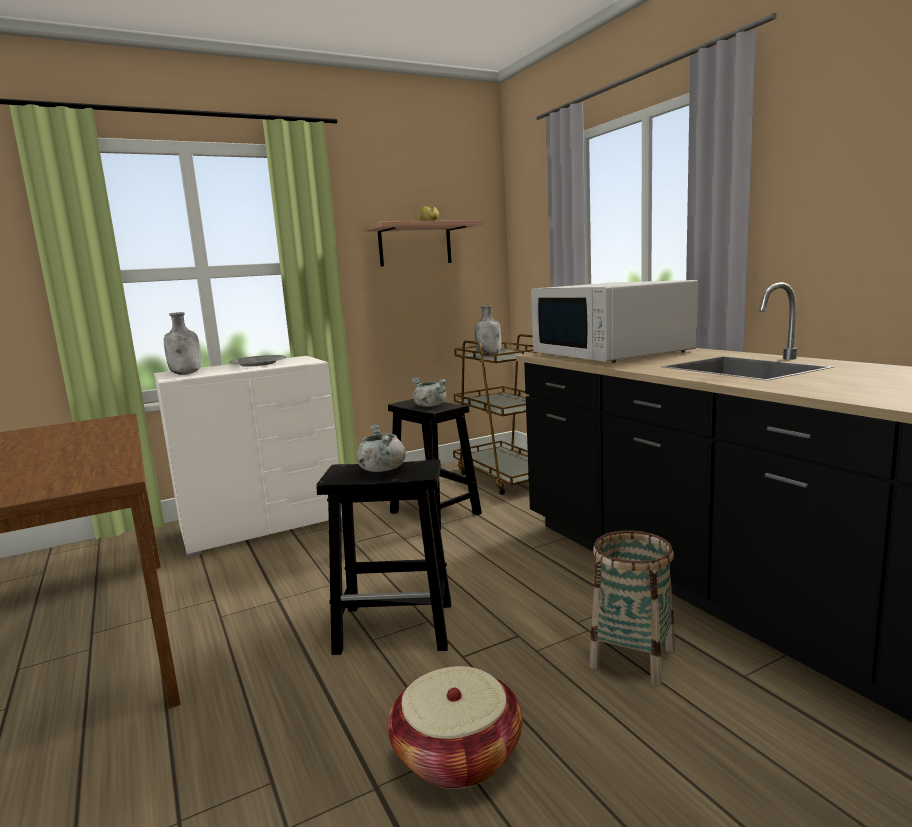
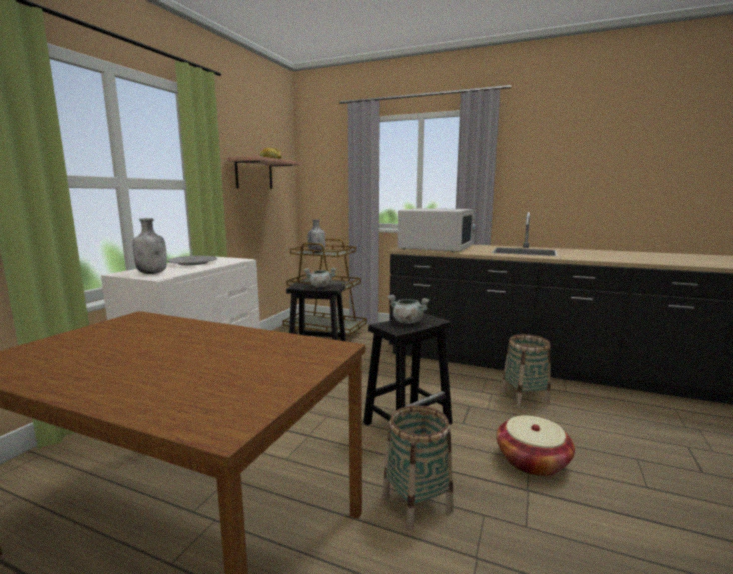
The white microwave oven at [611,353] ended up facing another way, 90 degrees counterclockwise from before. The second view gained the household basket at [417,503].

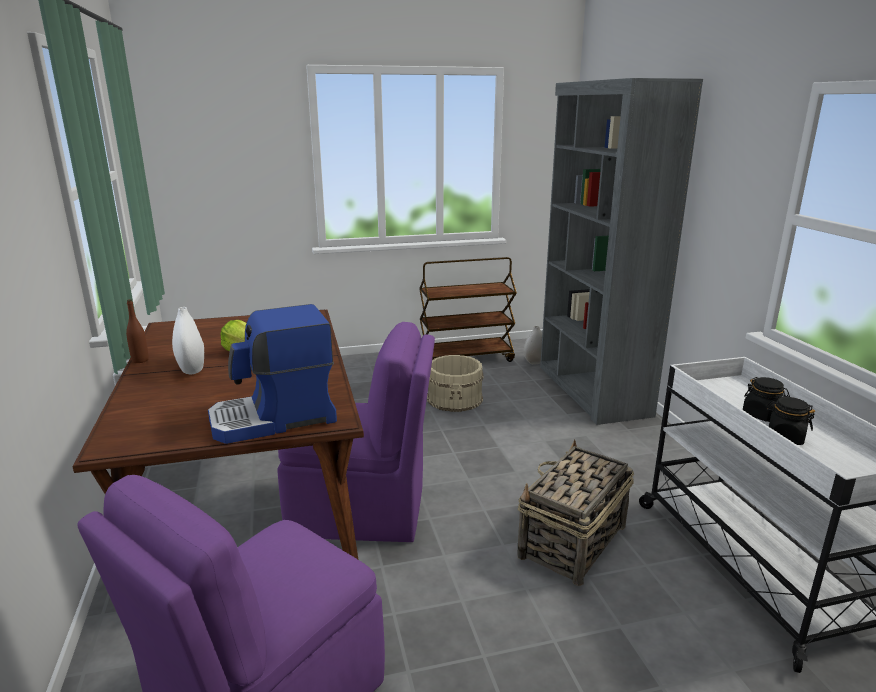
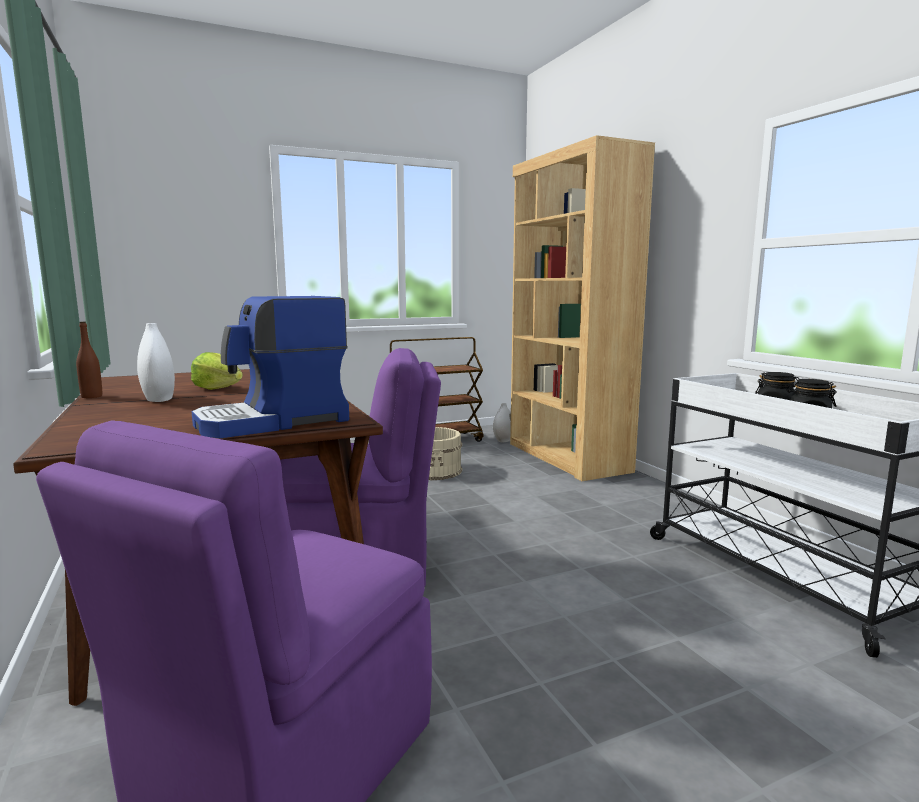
What was the gray bookcase at [592,390] turned into the brownish bookcase at [566,457]. The second view lost the household basket at [572,542].

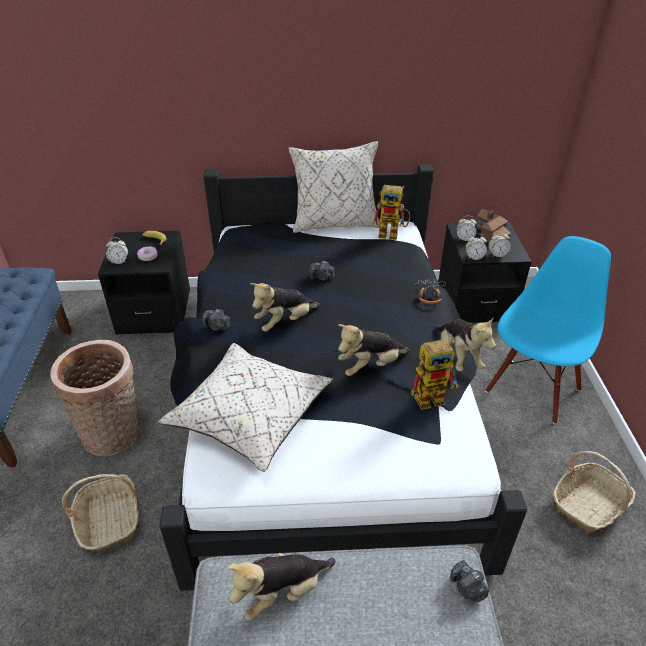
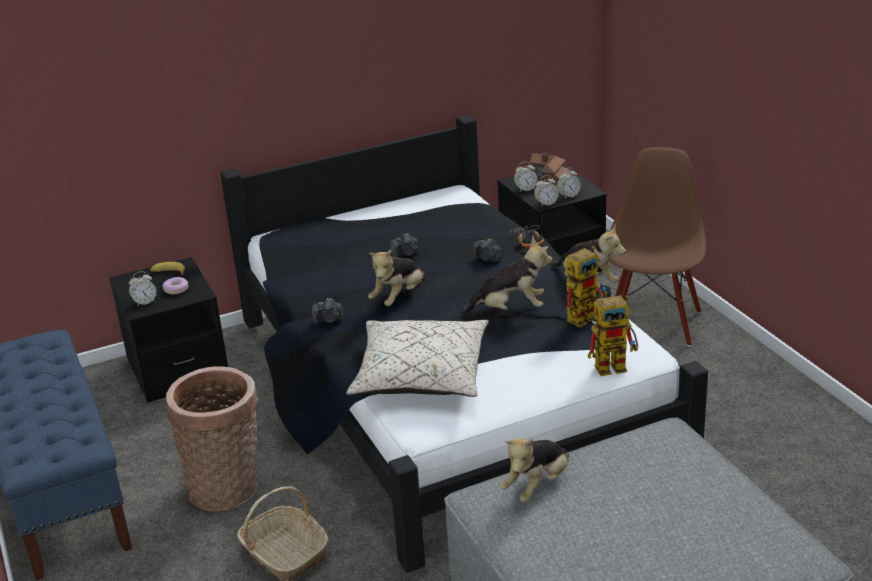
The second view lost the beige cushion at [334,223]. The model robot ended up elsewhere, having gone from [393,234] to [616,365]. What was the blue upright chair at [531,388] turned into the brownish upright chair at [652,324]. The cuddly toy at [370,366] ended up facing another way, 135 degrees counterclockwise from before. The second view lost the household basket at [589,504]. The still camera ended up elsewhere, having gone from [467,588] to [487,259].

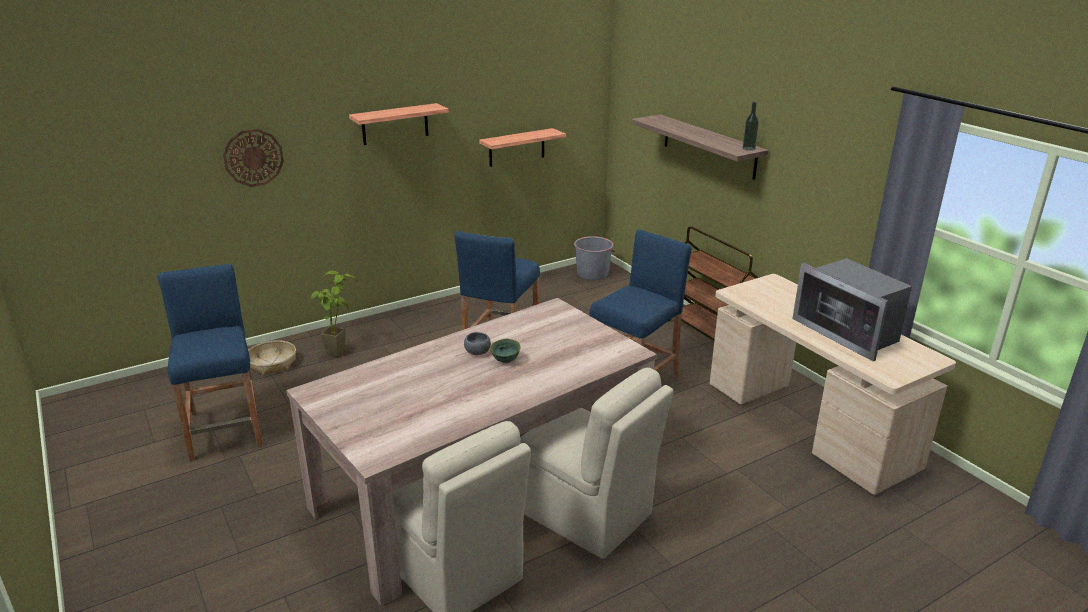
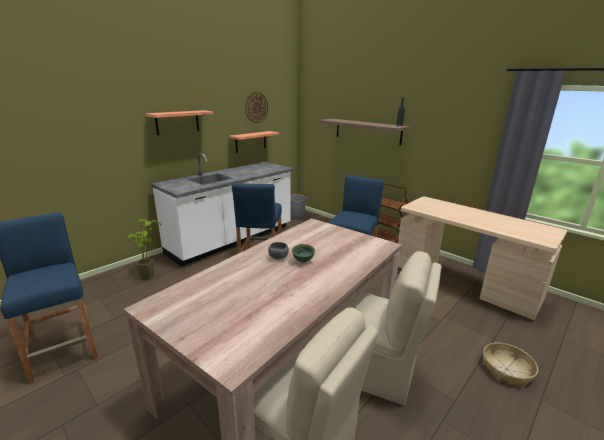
The clock on the wall ended up elsewhere, having gone from [253,157] to [256,107]. The second view lost the microwave oven at [848,332]. The household basket ended up elsewhere, having gone from [272,363] to [507,369]. The second view gained the white kitchen base unit at [233,240].

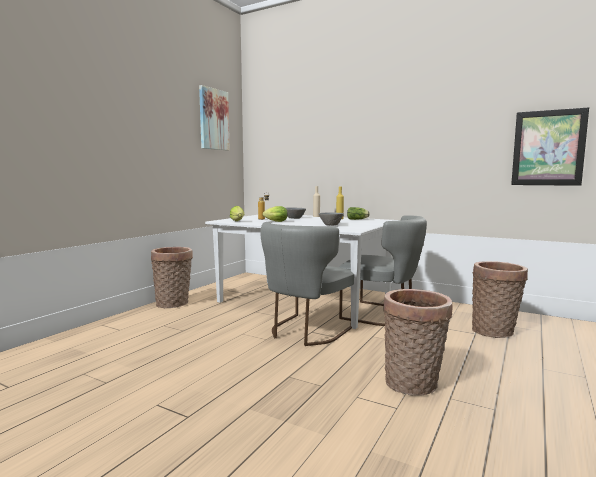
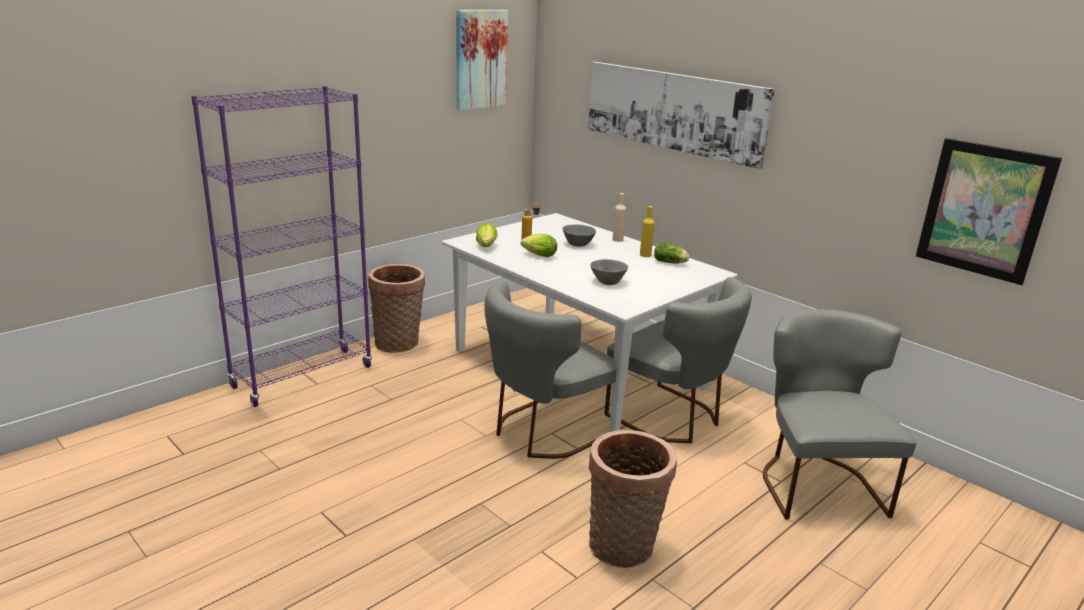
Where the household basket stood at [495,331], the gray upright chair came to stand at [815,483]. The second view gained the wall picture at [673,111]. The second view gained the purple-coloured bookcase at [303,377].

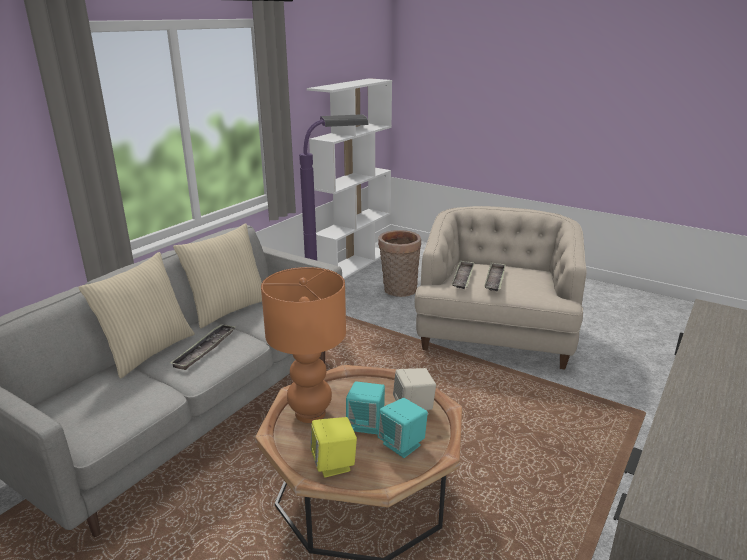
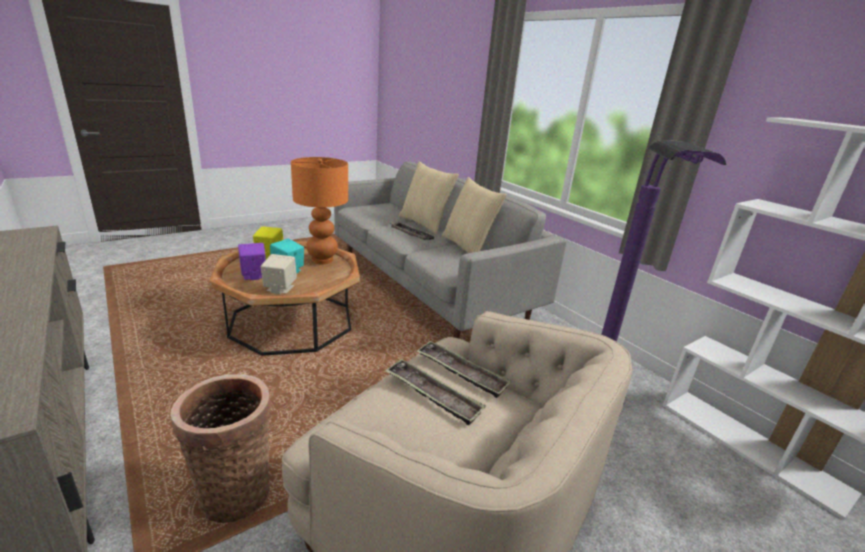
The household basket ended up elsewhere, having gone from [398,291] to [235,491]. What was the turquoise-coloured audio speaker at [402,444] turned into the purple-coloured audio speaker at [254,275].

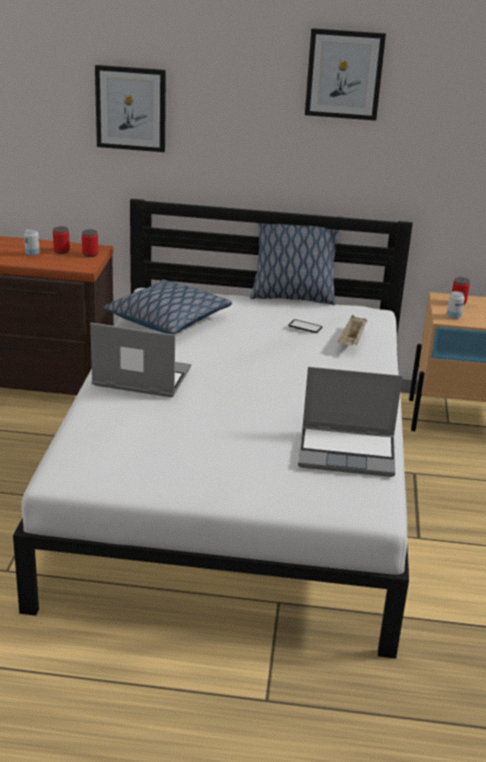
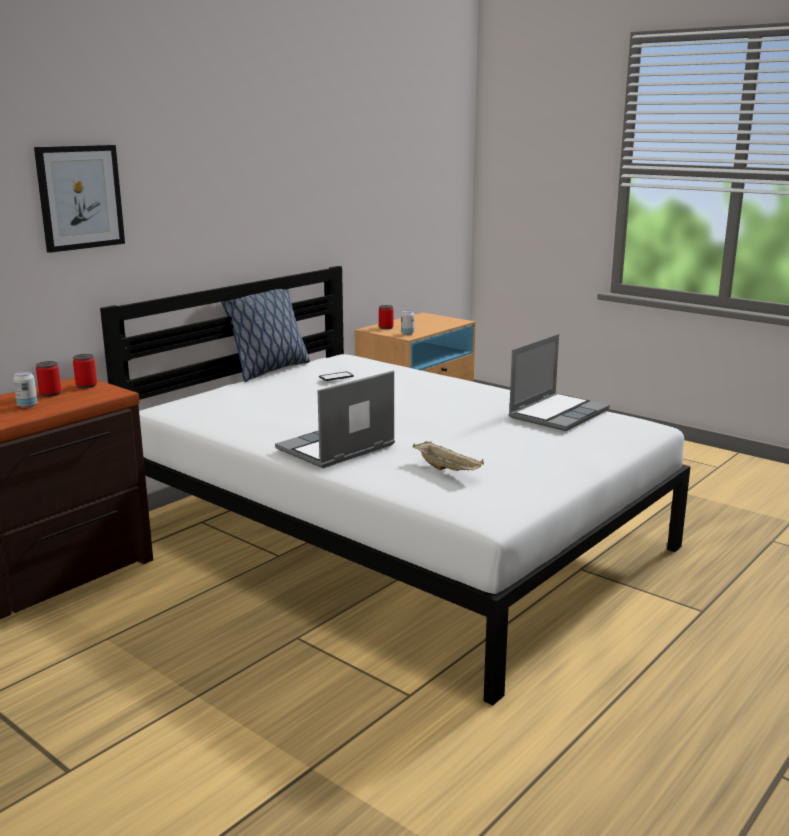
The second view lost the wall picture at [344,74]. The second view lost the cushion at [167,319]. The beige carrying tray ended up elsewhere, having gone from [352,341] to [448,470].

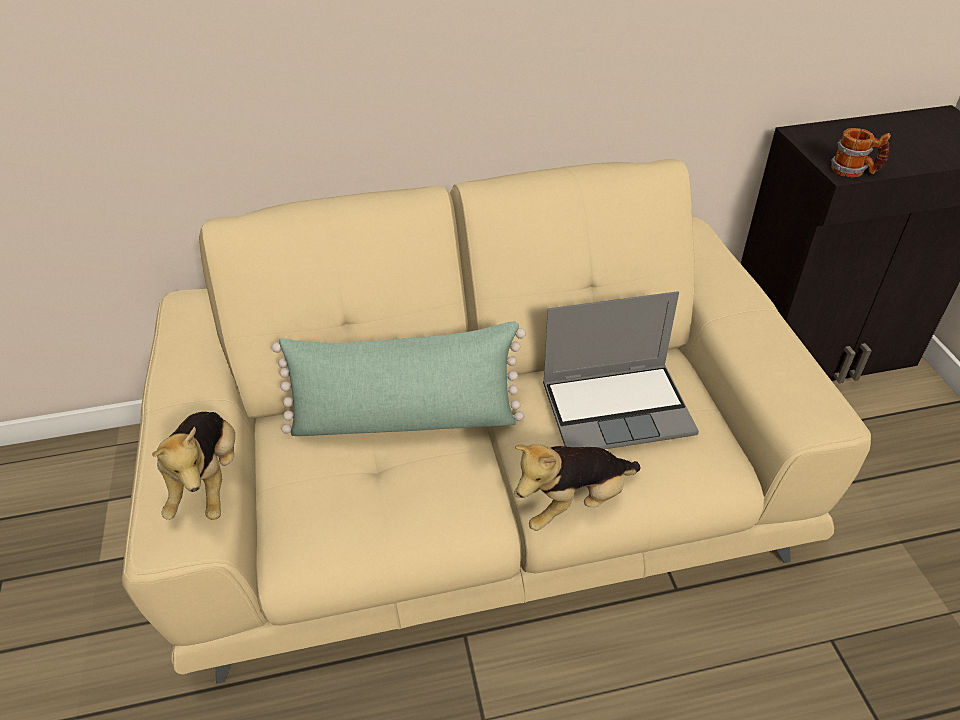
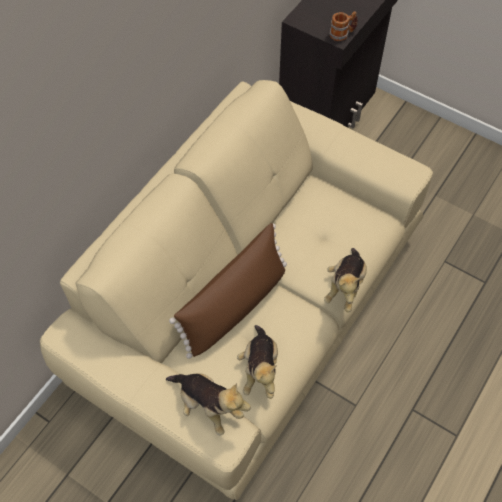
The second view lost the portable computer at [618,408]. What was the green cushion at [405,420] turned into the brownish cushion at [235,306]. The second view gained the cuddly toy at [260,370].

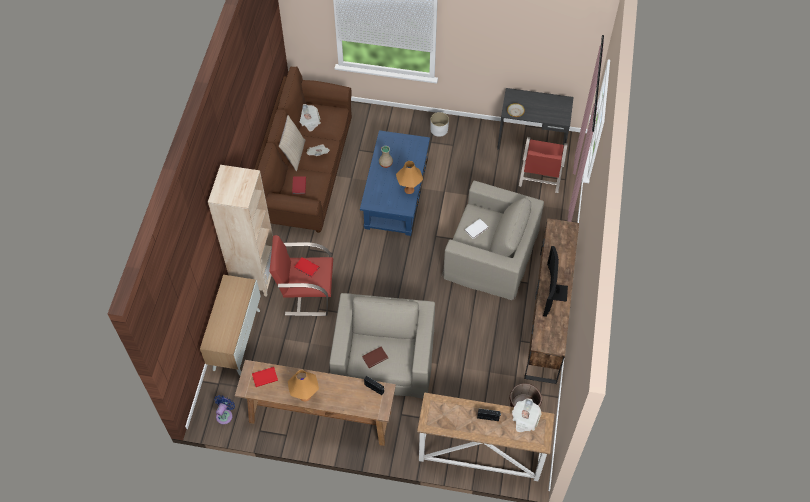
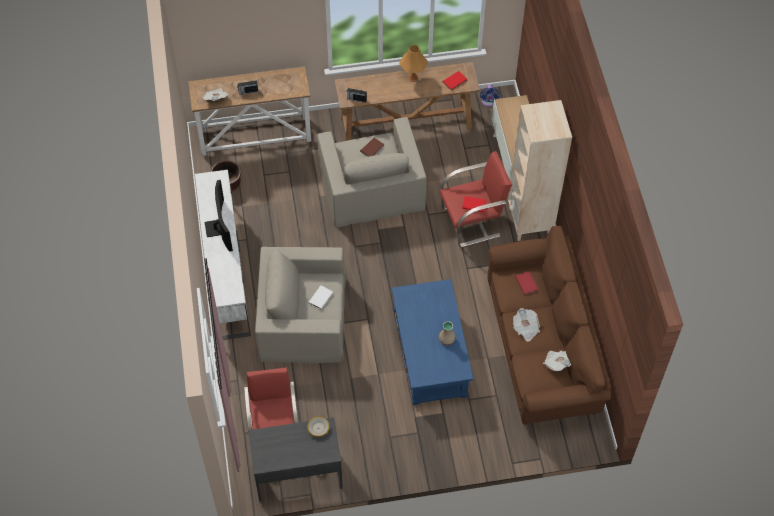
The second view lost the white plant pot at [439,129]. The second view lost the beige cushion at [294,154]. The second view lost the orange-coloured table lamp at [409,189]. What was the brownish tv unit at [547,316] turned into the white tv unit at [226,271].

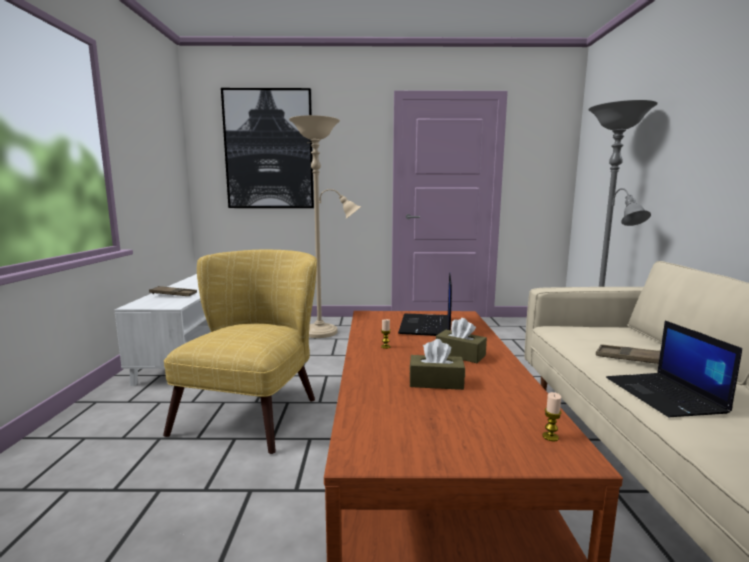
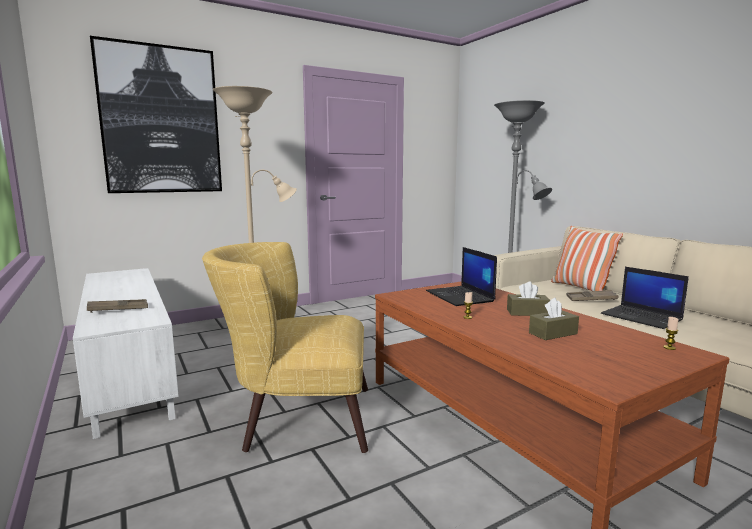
The yellowish lounge chair at [256,409] ended up facing another way, 75 degrees counterclockwise from before. The second view gained the cushion at [580,288].

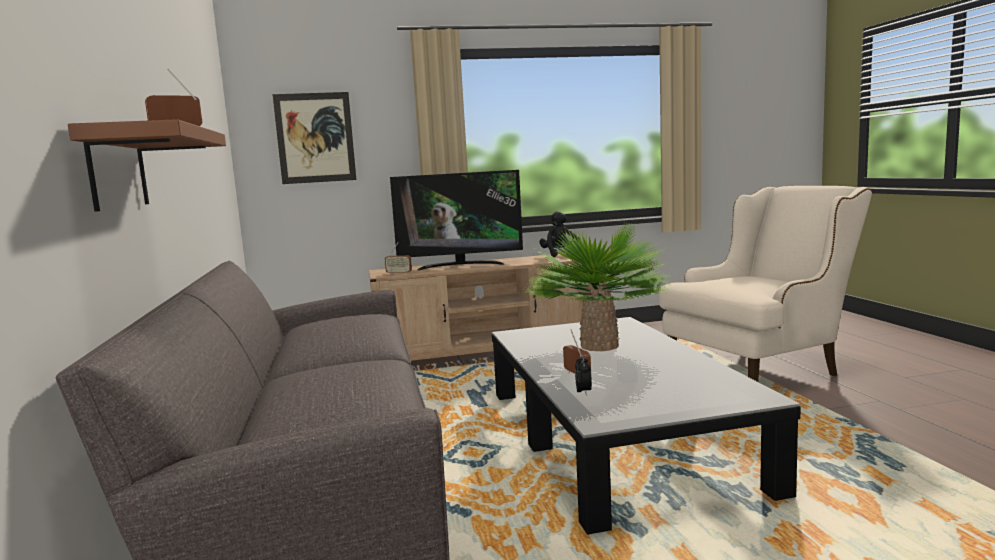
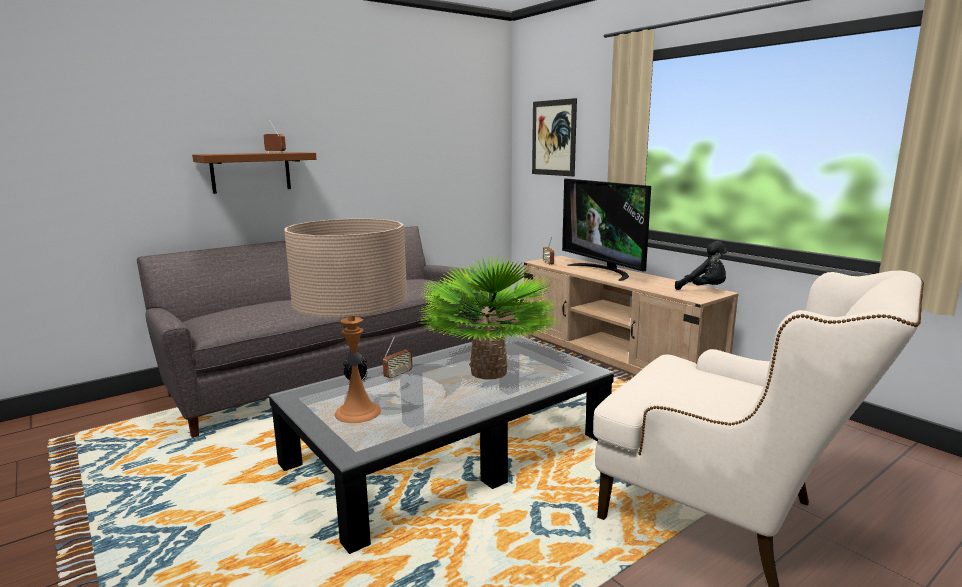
The blackish cuddly toy at [560,255] ended up facing another way, 75 degrees clockwise from before. The second view gained the beige table lamp at [357,412].

